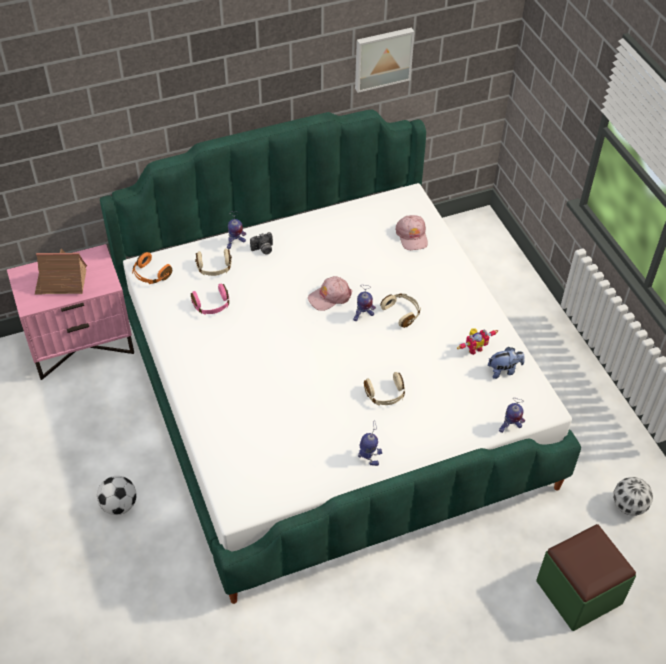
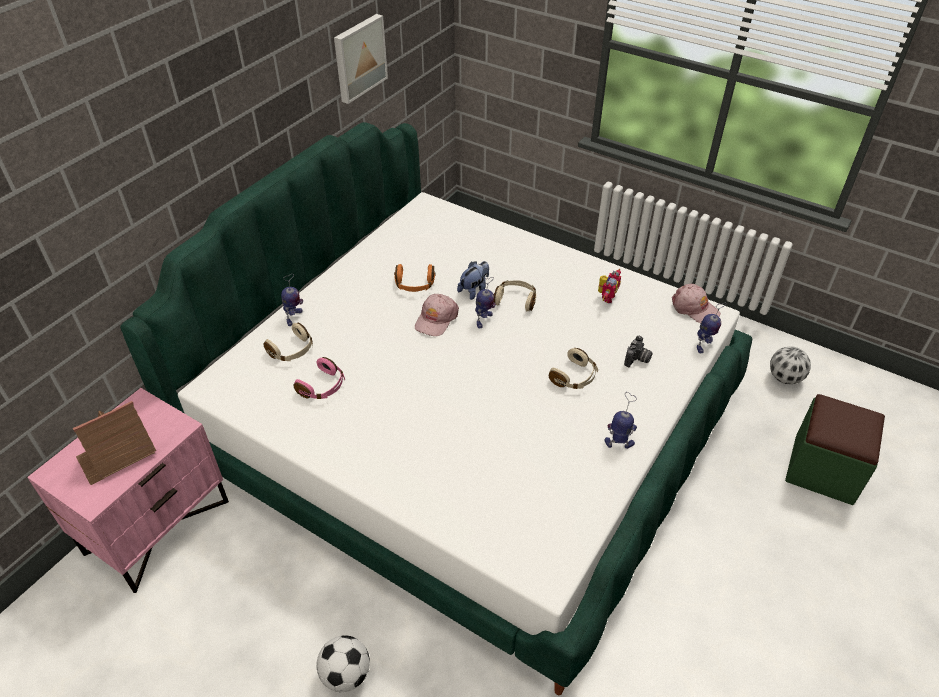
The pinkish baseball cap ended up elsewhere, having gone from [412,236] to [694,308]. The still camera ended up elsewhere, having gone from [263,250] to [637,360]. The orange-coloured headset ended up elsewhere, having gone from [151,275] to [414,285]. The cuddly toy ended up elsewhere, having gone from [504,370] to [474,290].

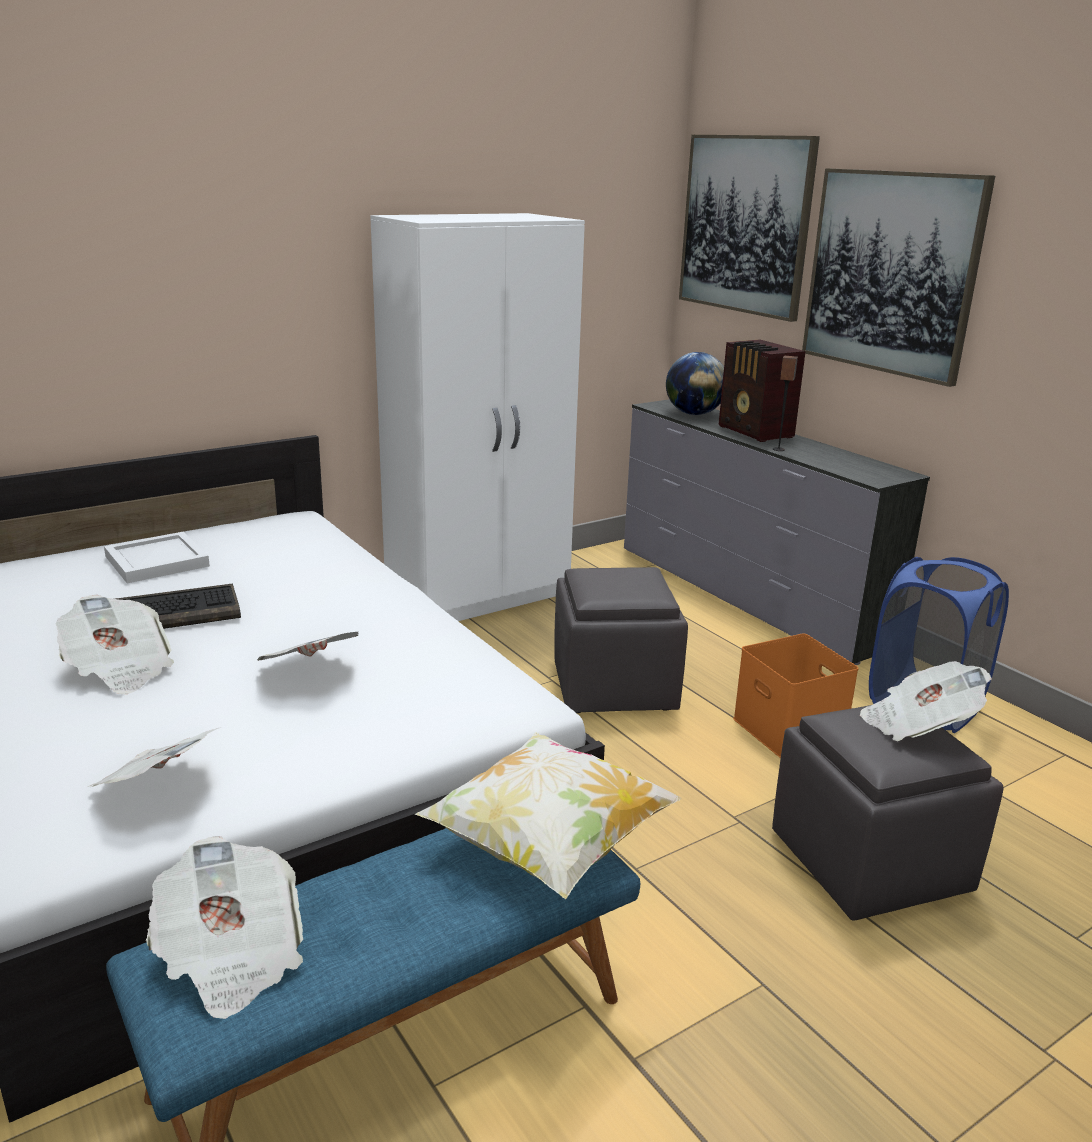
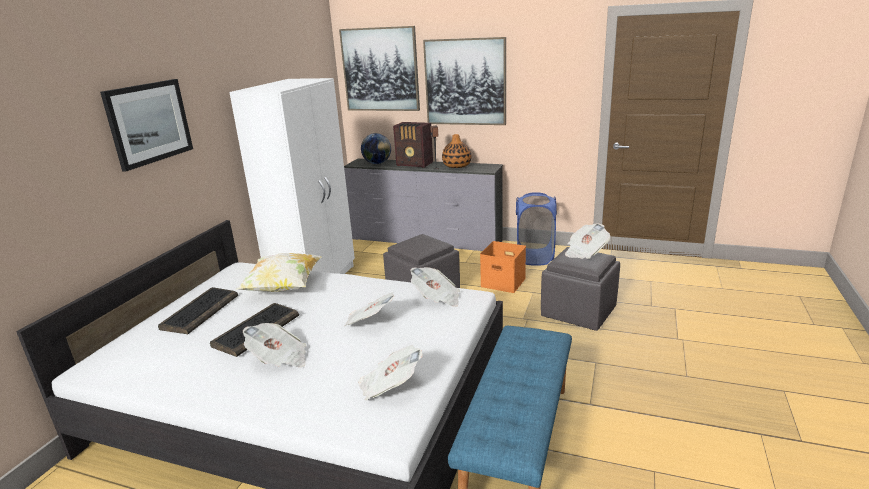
Where the white carrying tray stood at [158,560], the computer keyboard came to stand at [200,311]. The cushion ended up elsewhere, having gone from [548,846] to [283,287]. The newspaper ended up elsewhere, having gone from [231,956] to [437,298]. The second view gained the wall picture at [149,123]. The second view gained the decorative vase at [457,166].

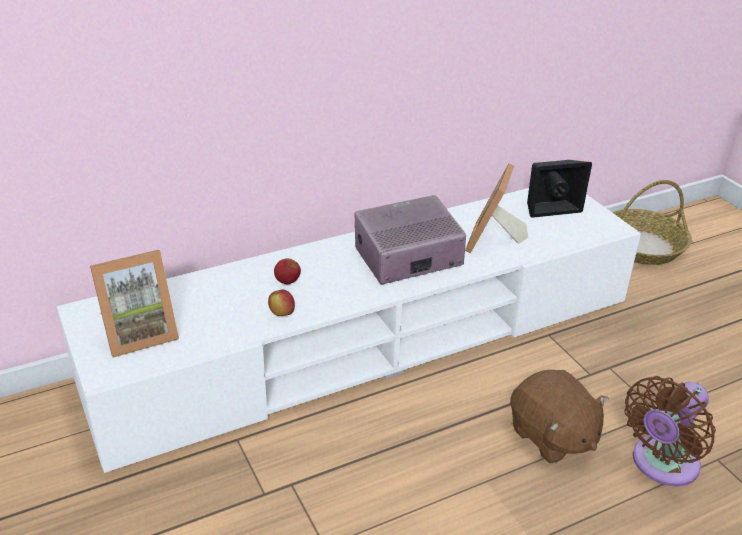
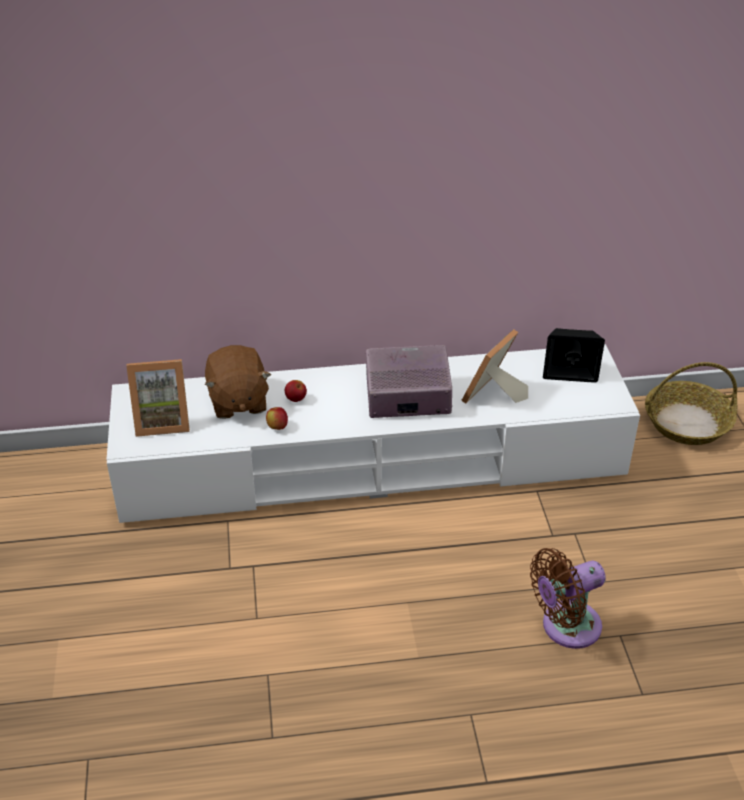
The brownish cuddly toy ended up elsewhere, having gone from [552,436] to [237,401].

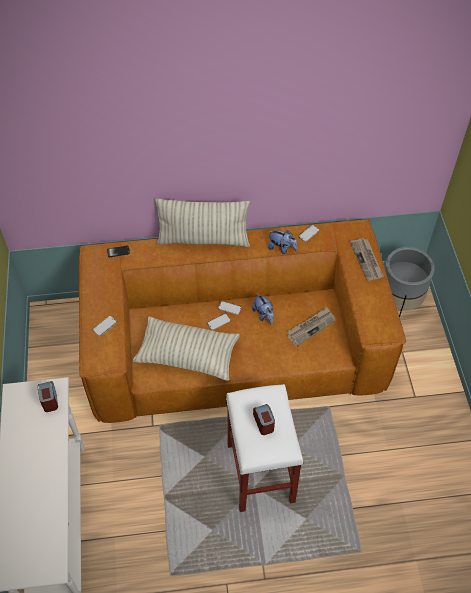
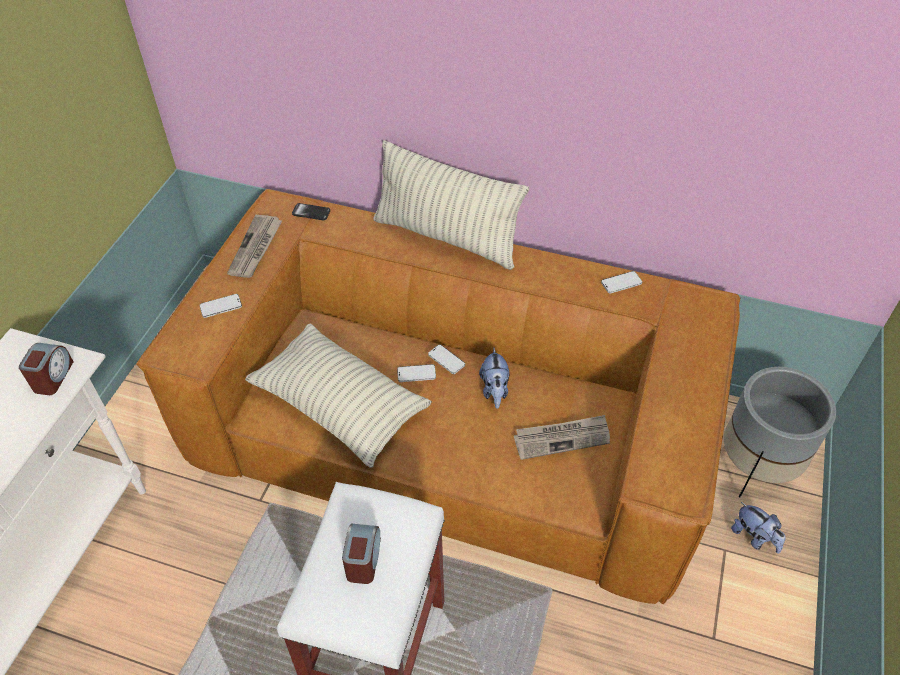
The cuddly toy ended up elsewhere, having gone from [282,248] to [754,537]. The newspaper ended up elsewhere, having gone from [367,260] to [256,248].

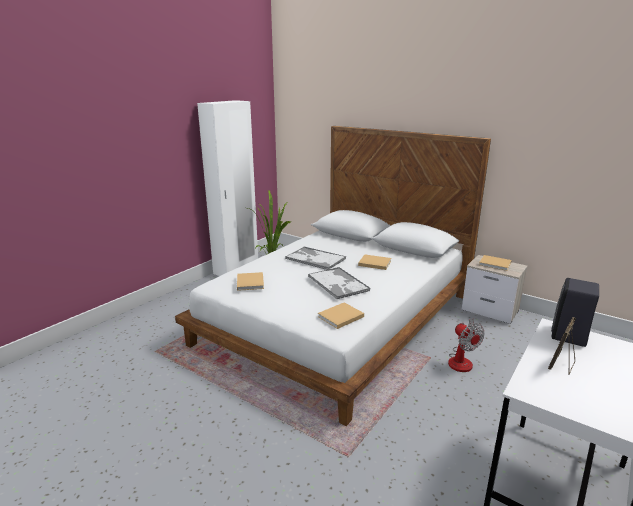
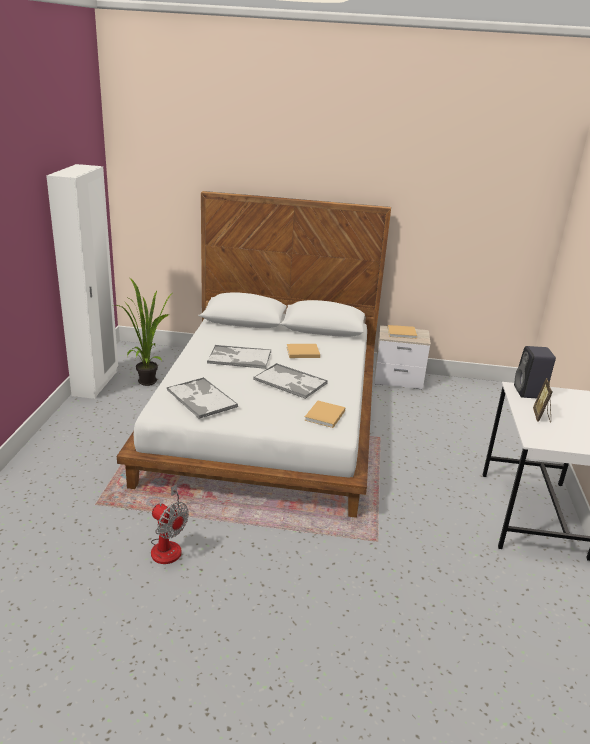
Where the beige book stood at [250,282], the carrying tray came to stand at [201,398]. The electric fan ended up elsewhere, having gone from [462,360] to [168,545].

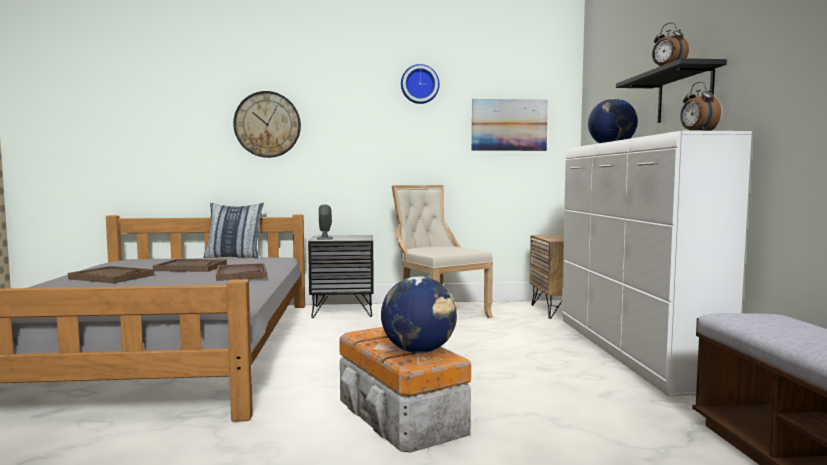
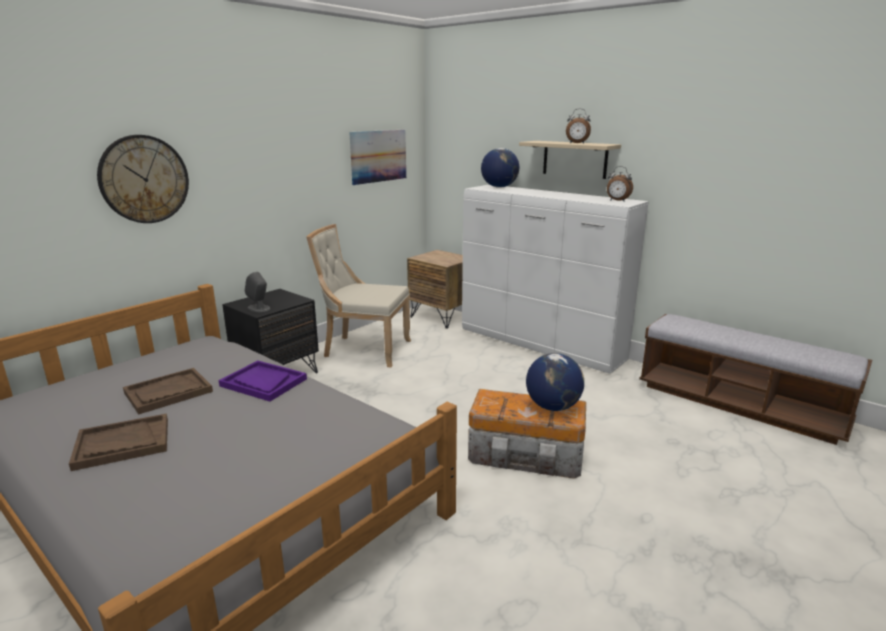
What was the blackish bracket shelf at [684,95] turned into the beige bracket shelf at [574,159]. The second view lost the clock on the wall at [419,84]. The second view lost the cushion at [234,257]. What was the brownish carrying tray at [241,274] turned into the purple-coloured carrying tray at [263,382].

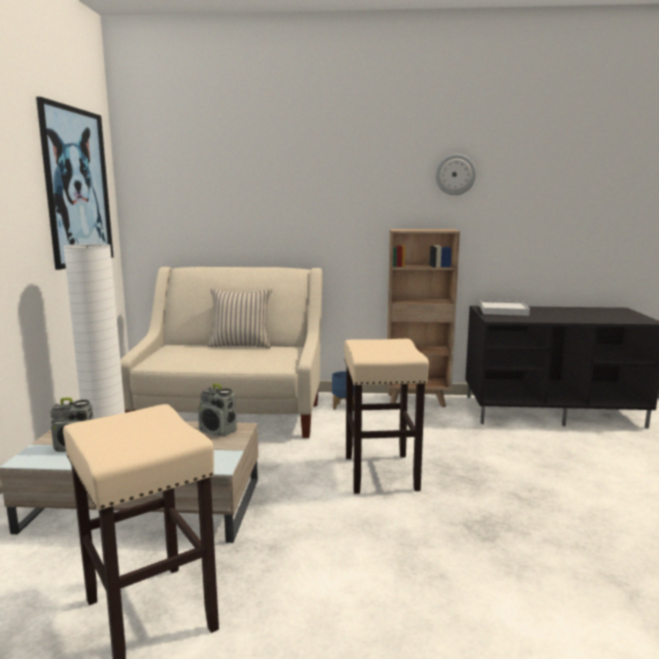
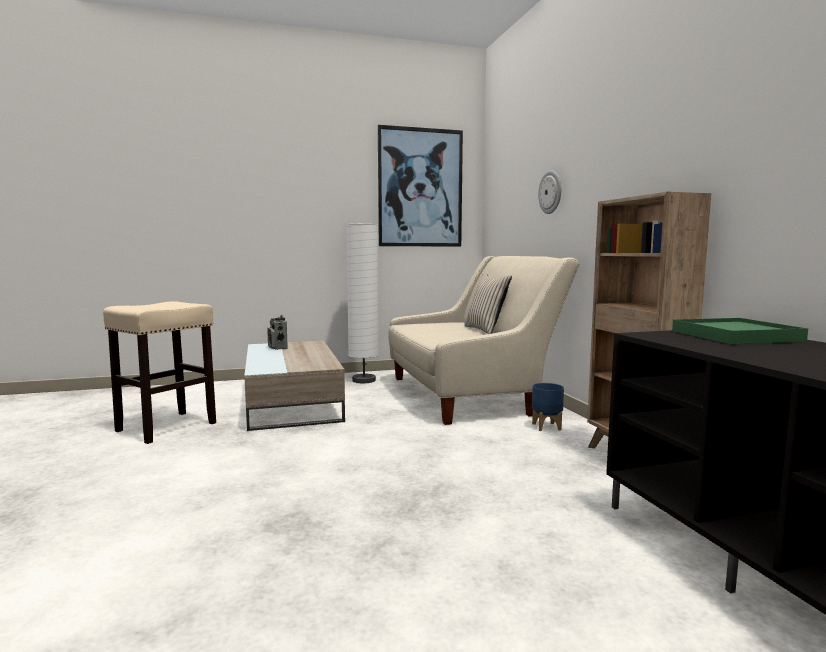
The clock on the wall ended up elsewhere, having gone from [455,174] to [550,192]. What was the white carrying tray at [503,310] turned into the green carrying tray at [735,336]. The second view lost the beige stool seat at [381,473]. The second view lost the radio set at [218,431].

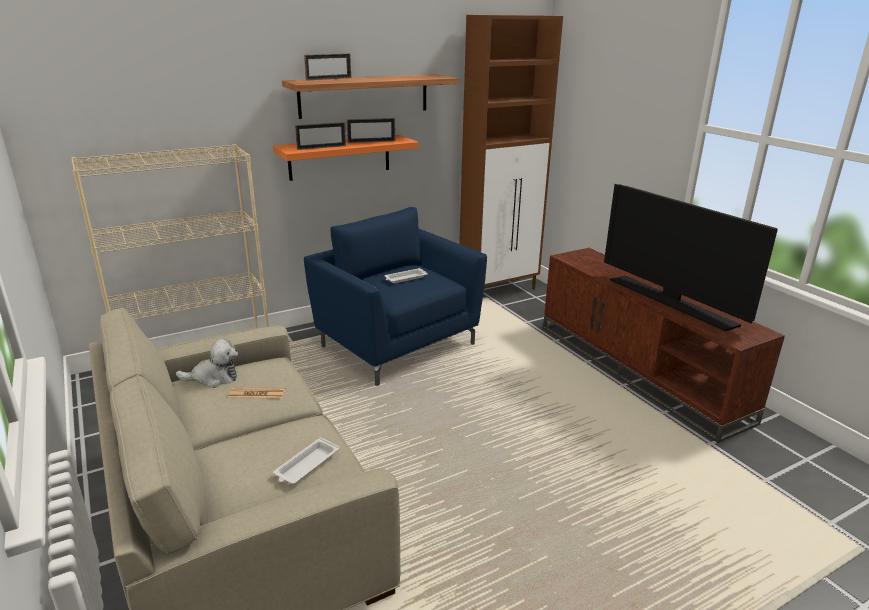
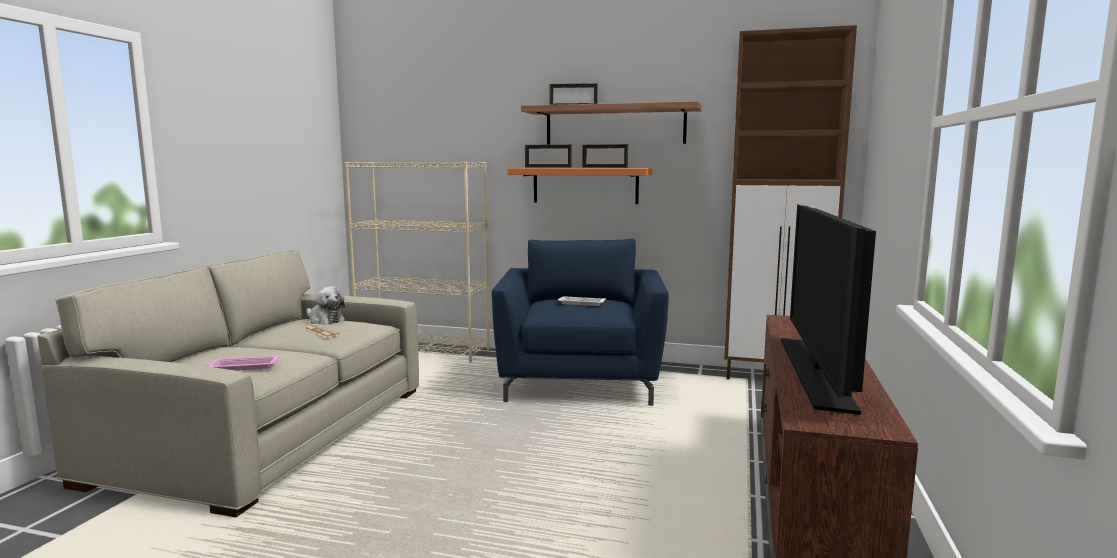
What was the white carrying tray at [306,465] turned into the pinkish carrying tray at [243,367].

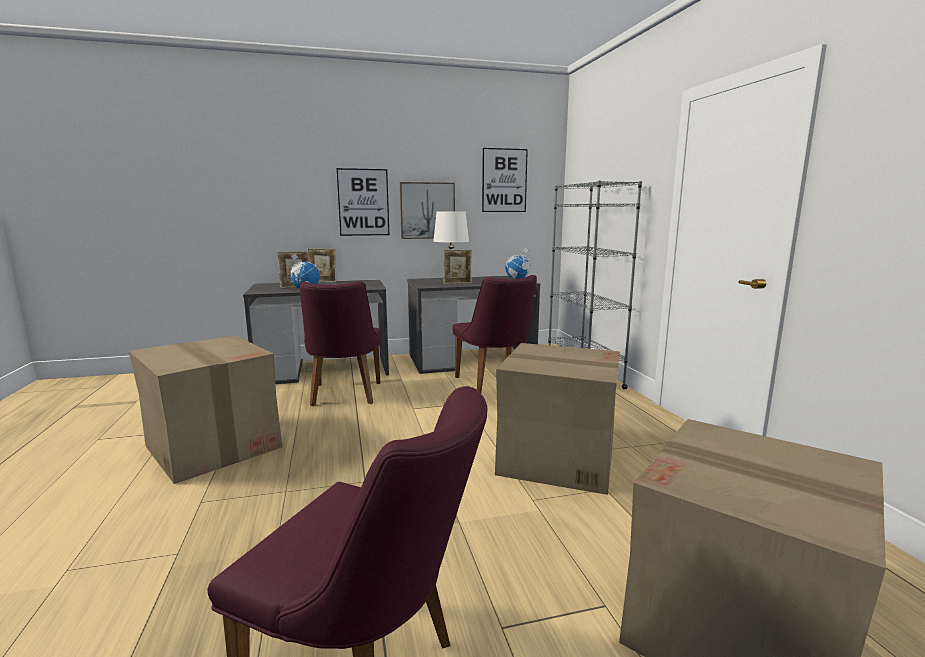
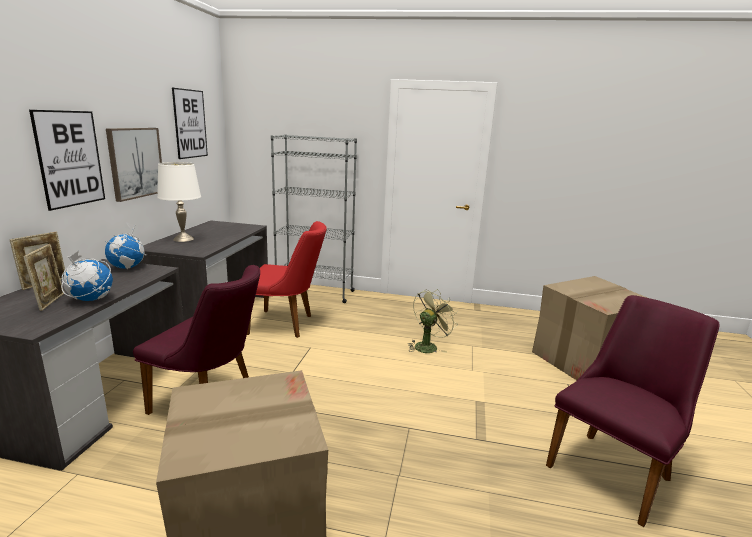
The desk globe ended up elsewhere, having gone from [517,279] to [128,267]. The second view lost the standing frame at [457,283]. What was the purple-coloured upright chair at [495,384] turned into the reddish upright chair at [287,324]. Where the cardboard box stood at [556,458], the green electric fan came to stand at [428,346].

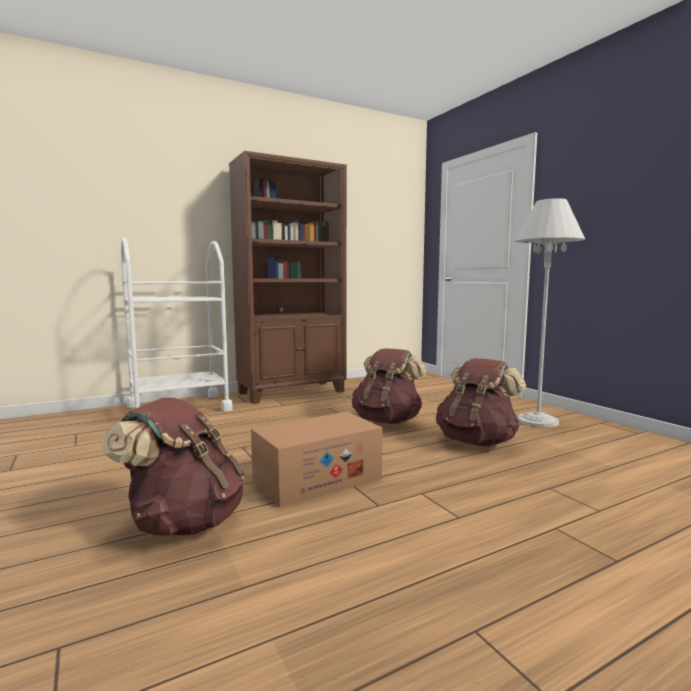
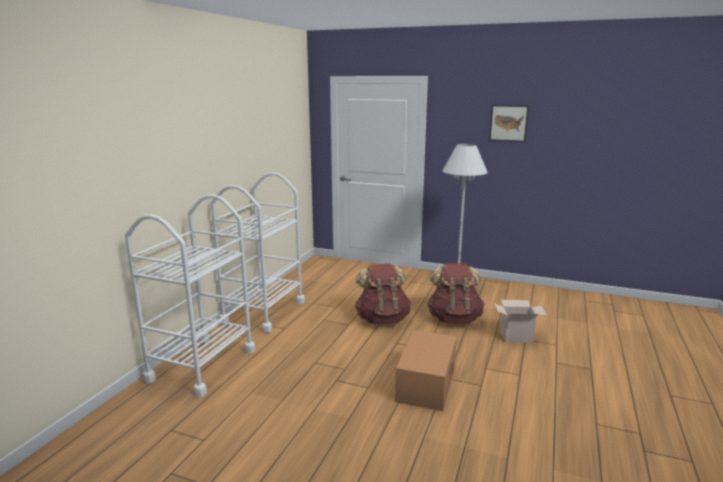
Where the brownish bookcase stood at [292,392], the white wheeled cart came to stand at [263,312]. The second view lost the brownish rucksack at [184,522]. The second view gained the wall picture at [508,123]. The second view gained the cardboard box at [517,337].

